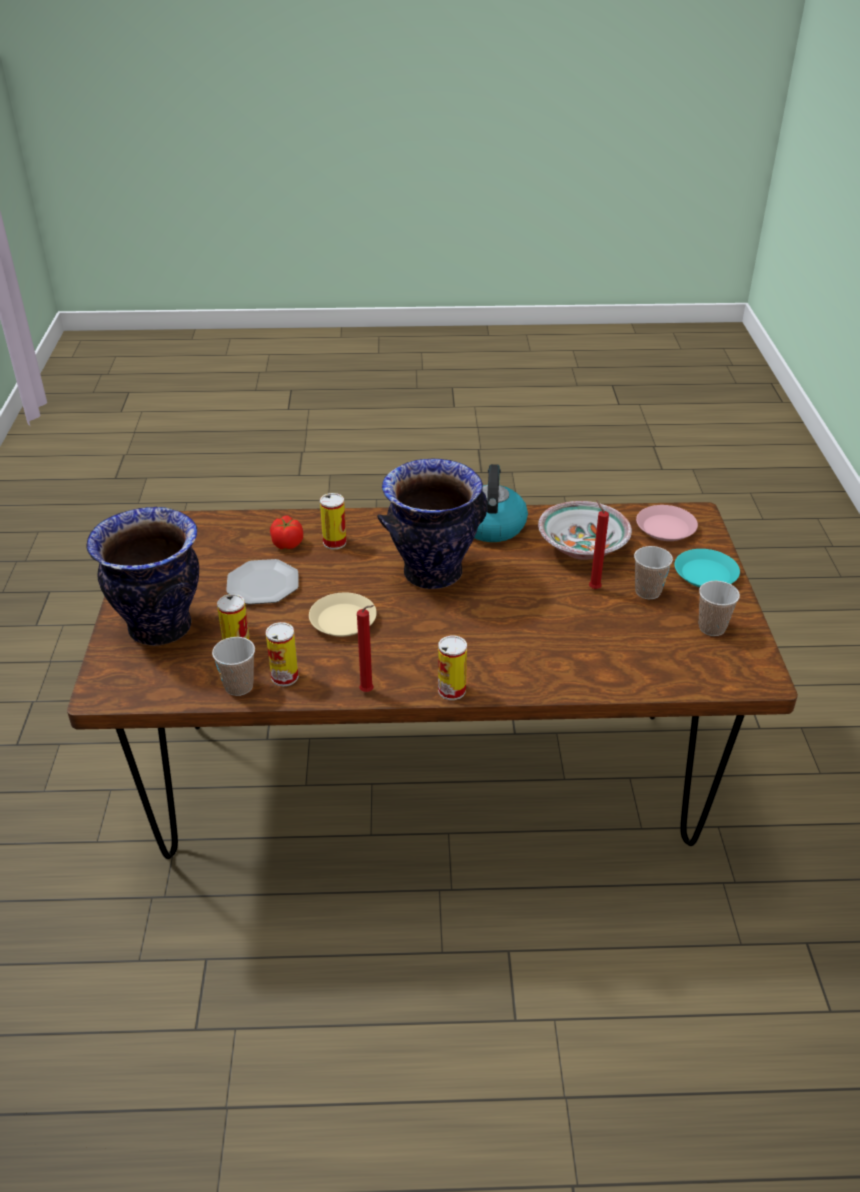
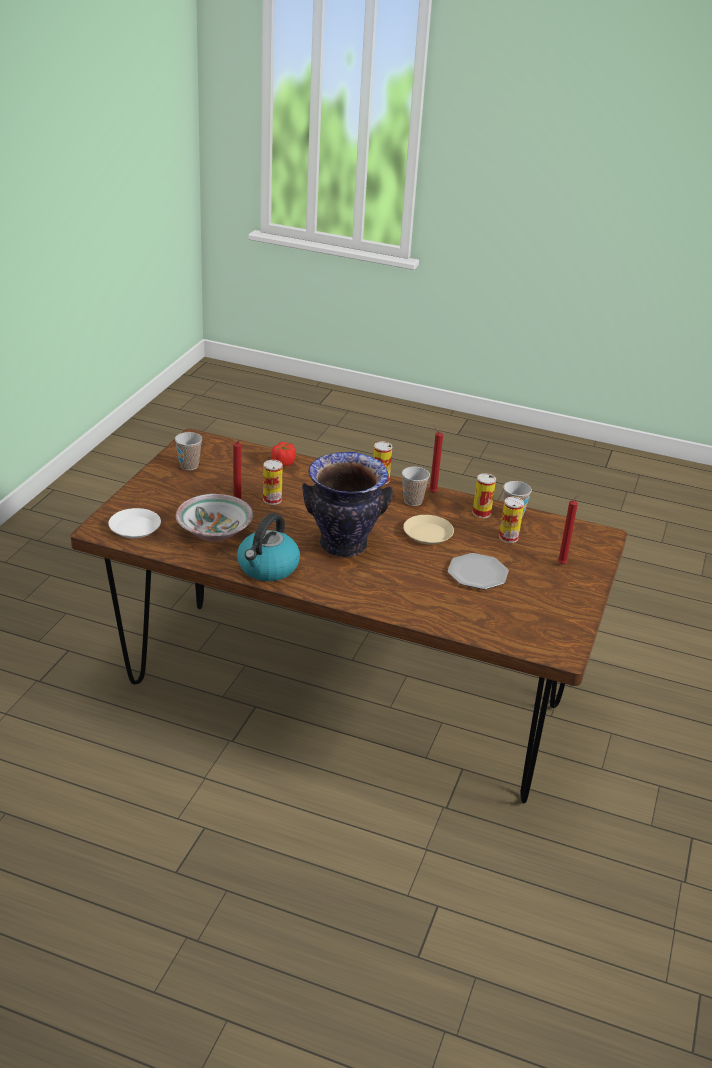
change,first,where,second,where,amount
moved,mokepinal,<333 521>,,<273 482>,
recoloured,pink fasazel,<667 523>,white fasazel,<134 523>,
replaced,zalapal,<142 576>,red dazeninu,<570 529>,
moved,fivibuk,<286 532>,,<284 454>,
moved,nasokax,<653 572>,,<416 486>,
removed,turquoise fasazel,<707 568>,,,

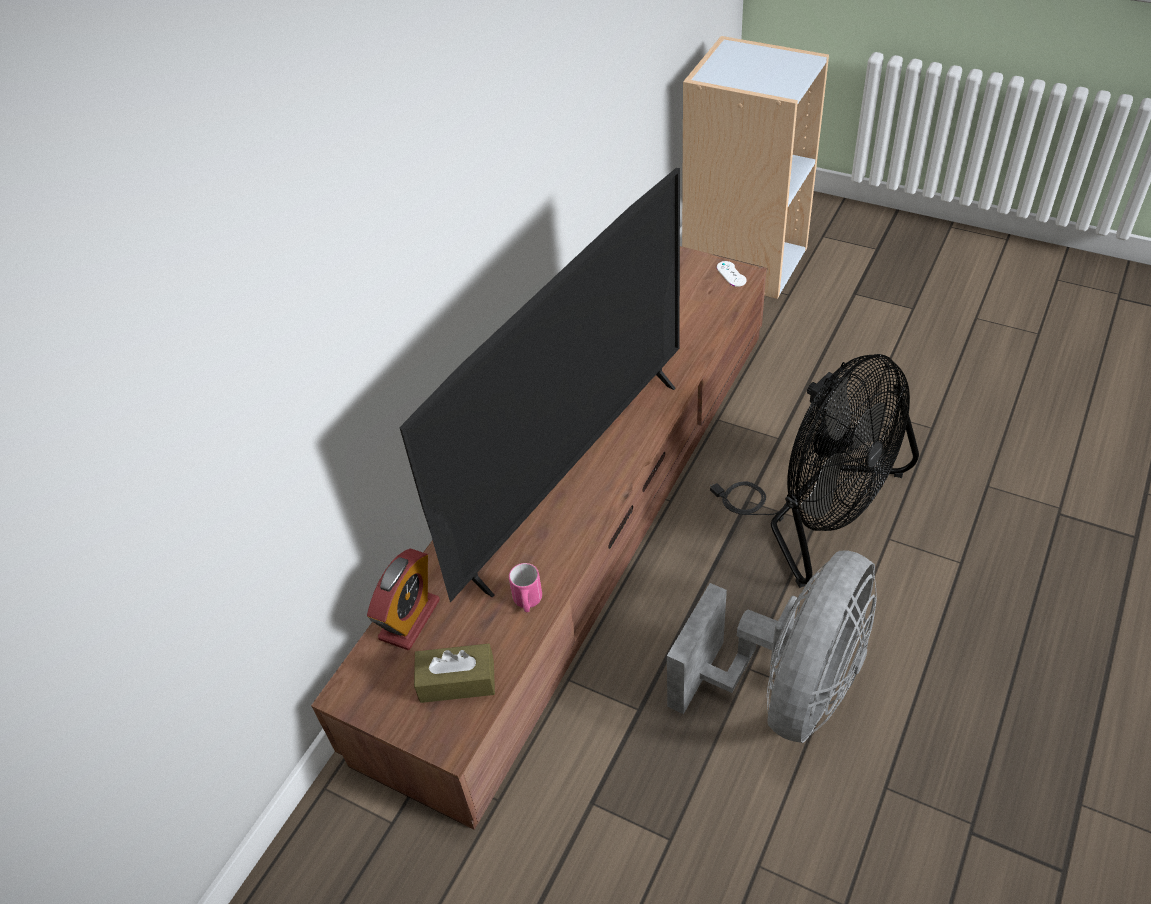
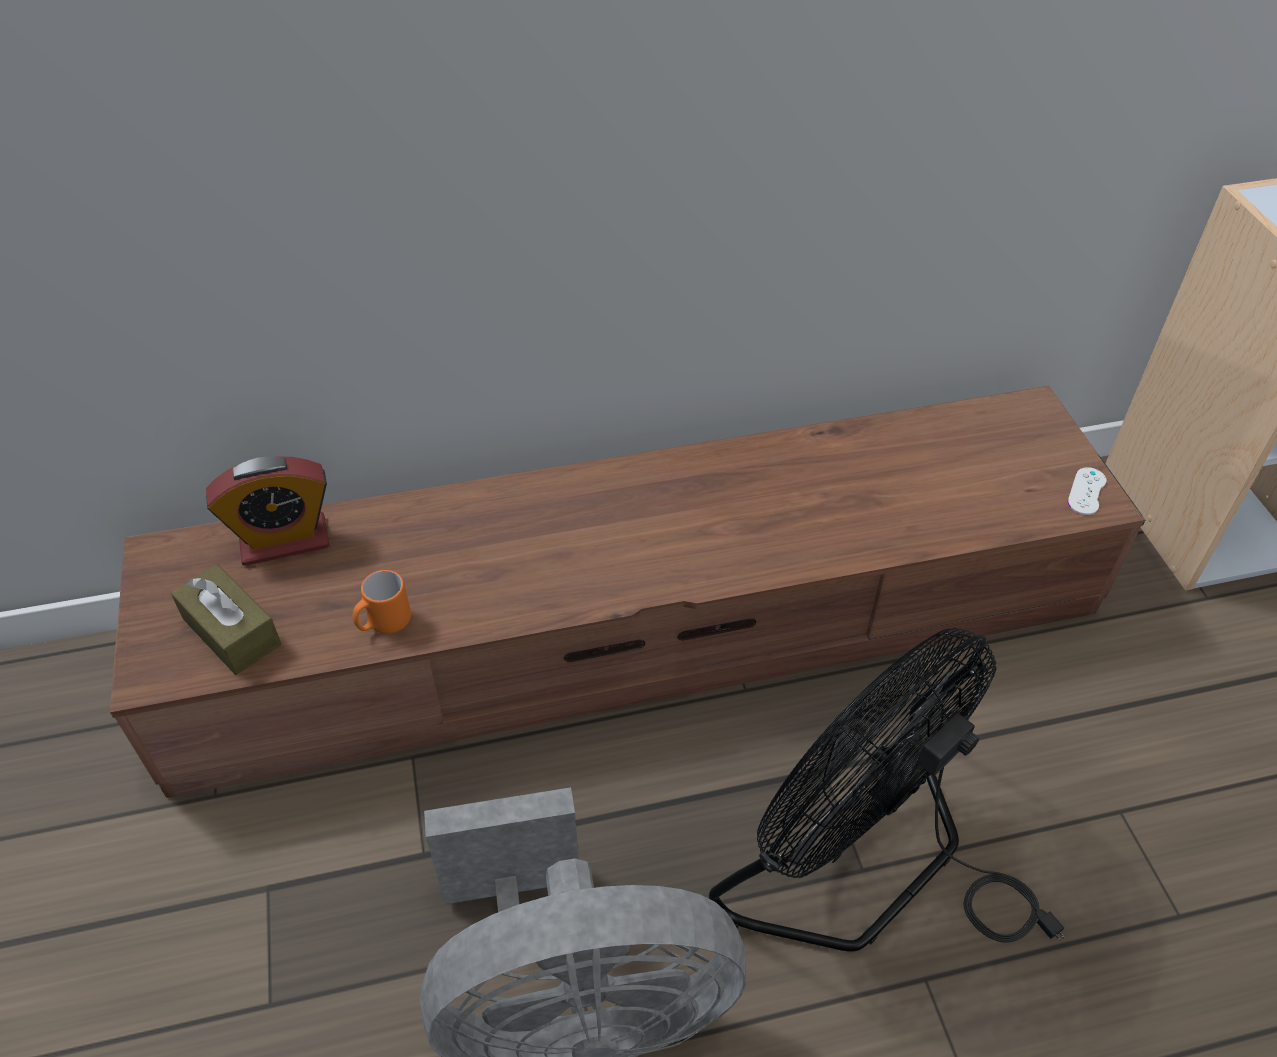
change,first,where,second,where,amount
removed,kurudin,<539 385>,,,
turned,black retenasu,<814 471>,,<887 790>,135 degrees clockwise
recoloured,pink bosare,<525 587>,orange bosare,<382 602>,

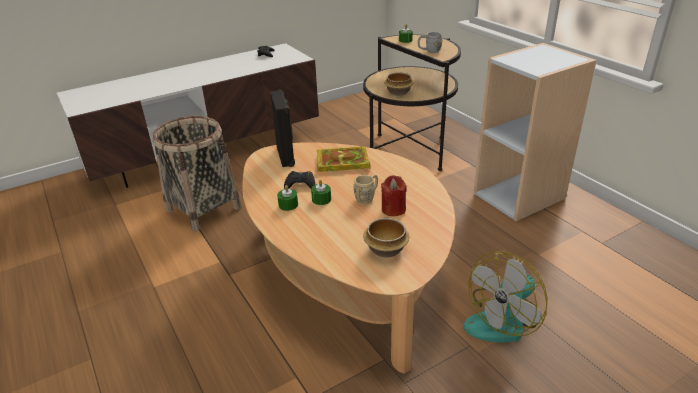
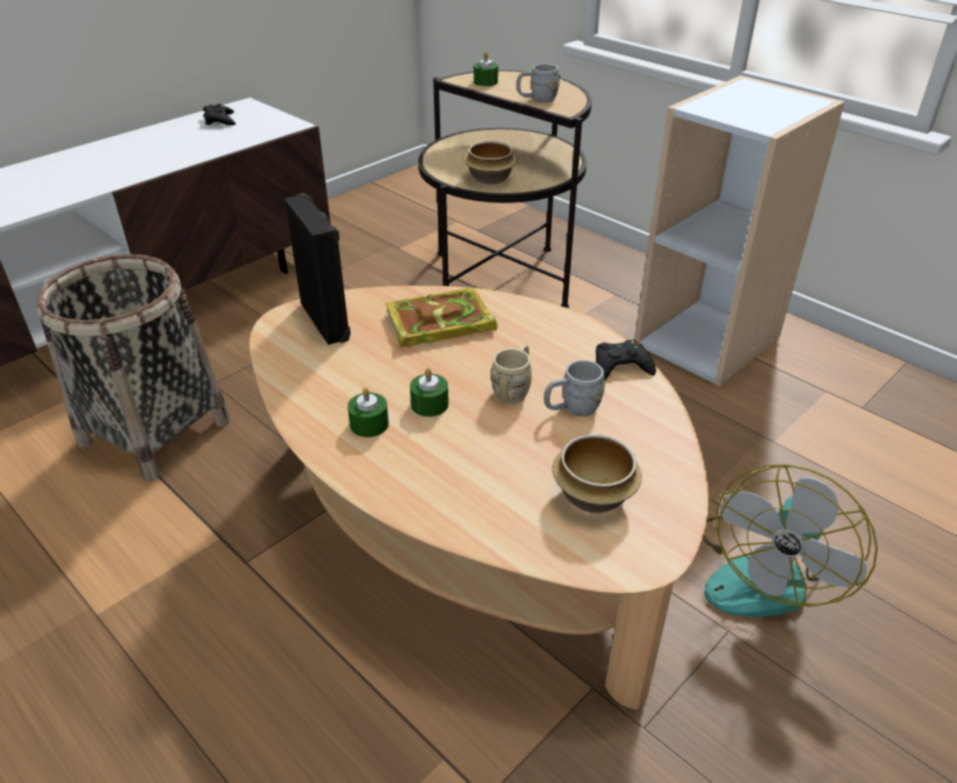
change,first,where,second,where,amount
moved,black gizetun,<299 180>,,<626 361>,
replaced,red dazeninu,<394 195>,grey bosare,<574 388>,

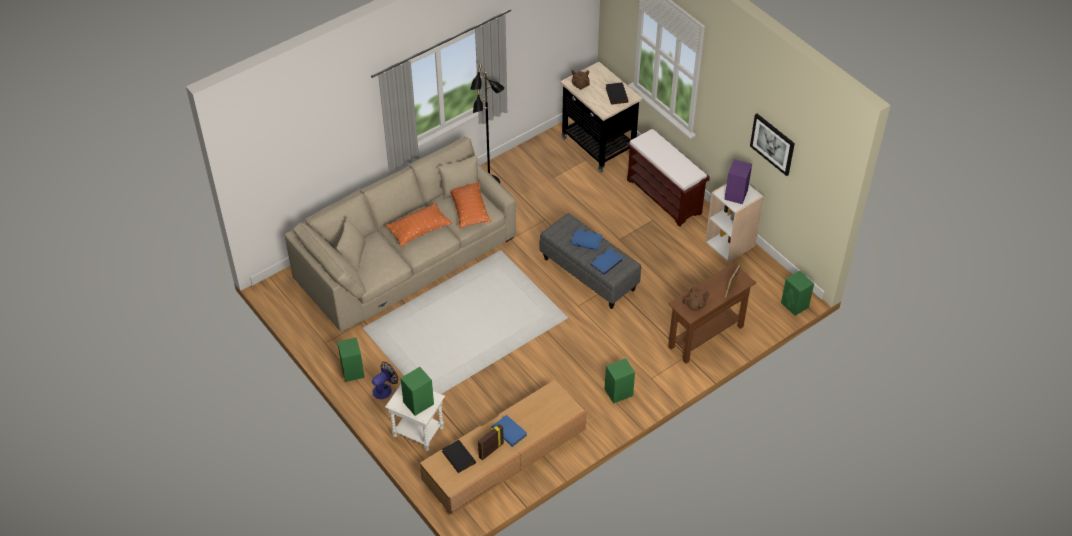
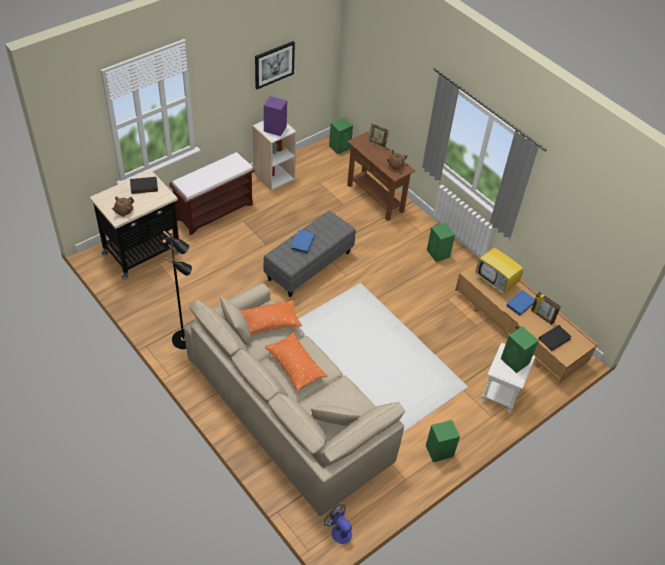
change,first,where,second,where,amount
removed,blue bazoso,<606 261>,,,
moved,retenasu,<385 380>,,<338 524>,
added,,,kurudin,<499 271>,

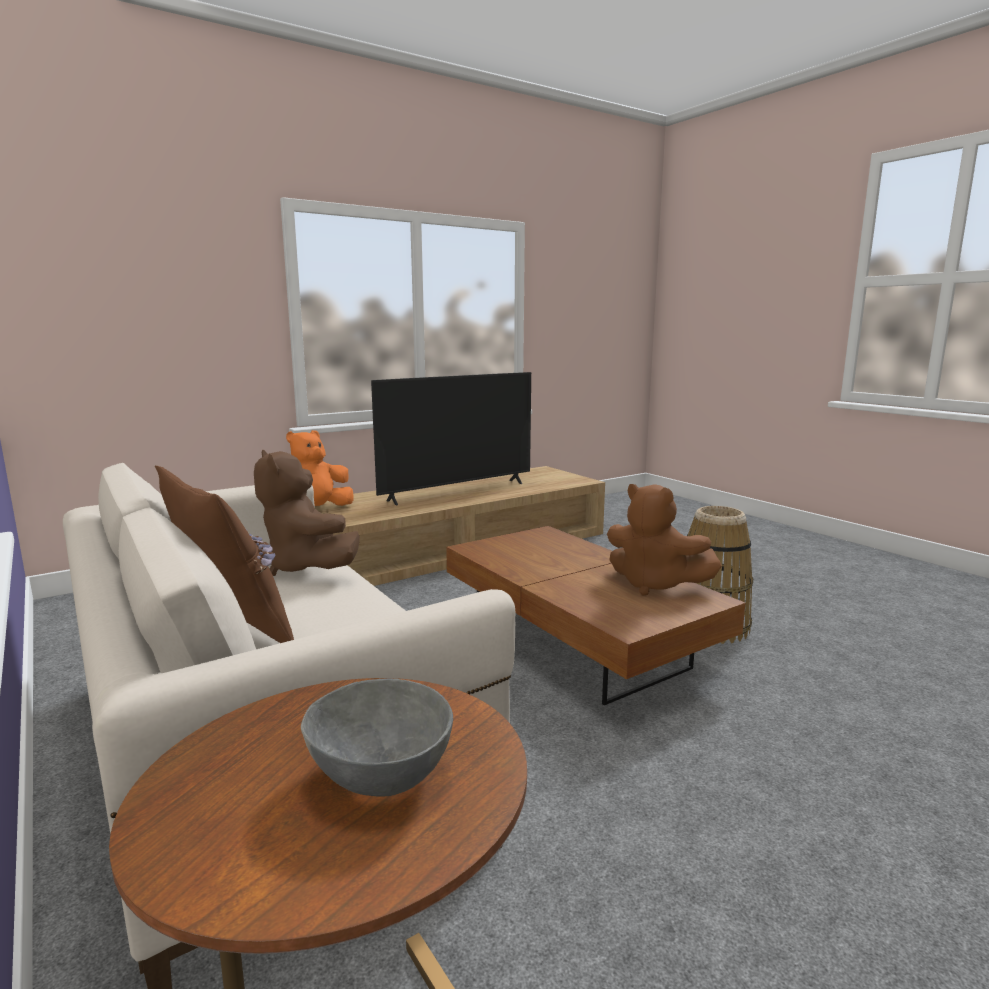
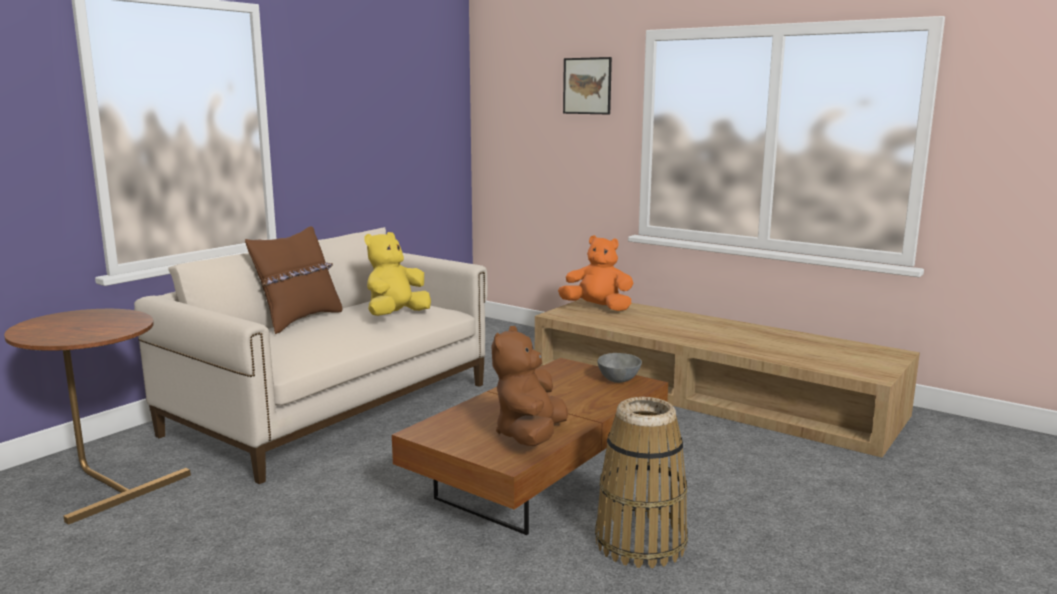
change,first,where,second,where,amount
removed,kurudin,<451 438>,,,
recoloured,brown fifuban,<307 513>,yellow fifuban,<398 274>,
moved,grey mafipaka,<377 738>,,<620 368>,
added,,,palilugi,<587 85>,

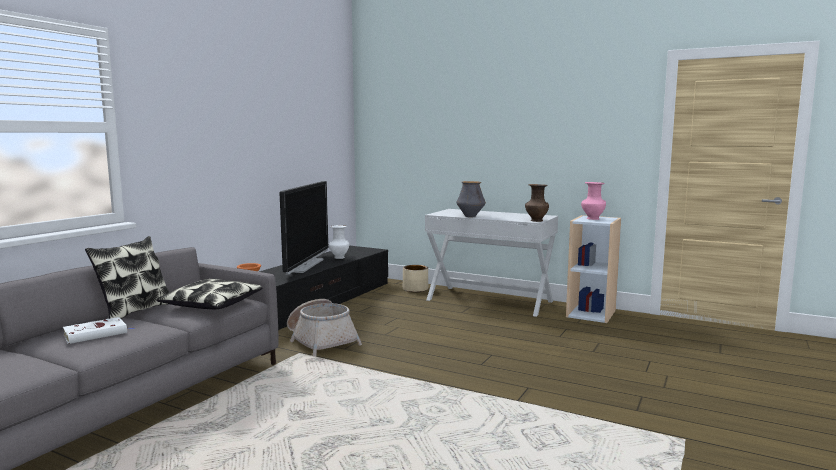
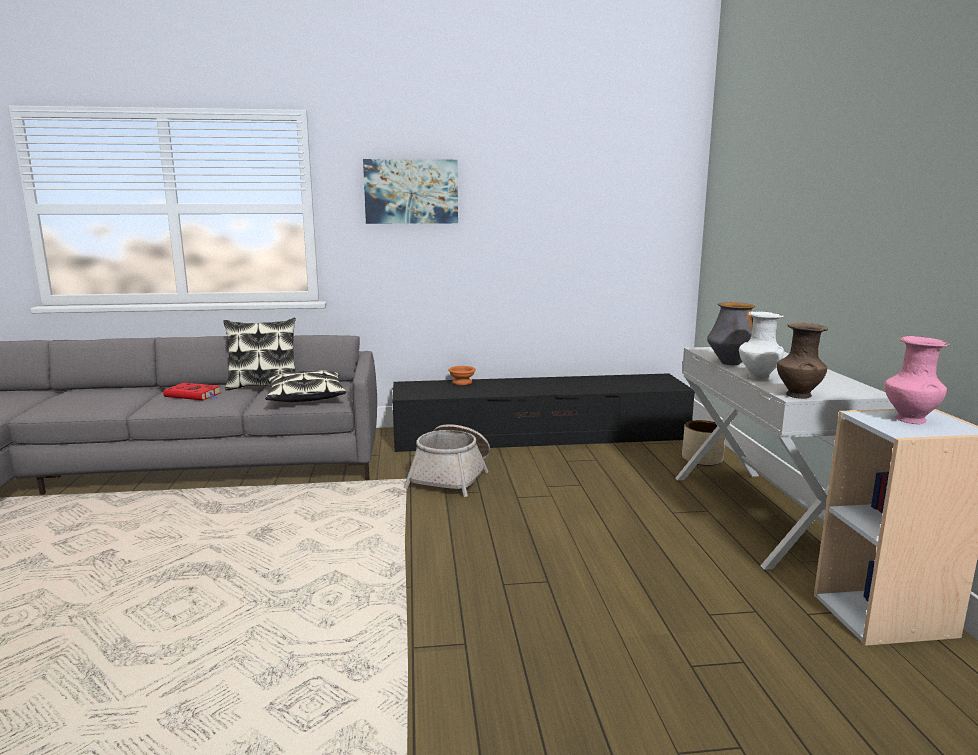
change,first,where,second,where,amount
removed,kurudin,<304 228>,,,
moved,white zalapal,<338 242>,,<761 345>,
recoloured,white bazoso,<99 330>,red bazoso,<192 391>,
added,,,palilugi,<410 191>,

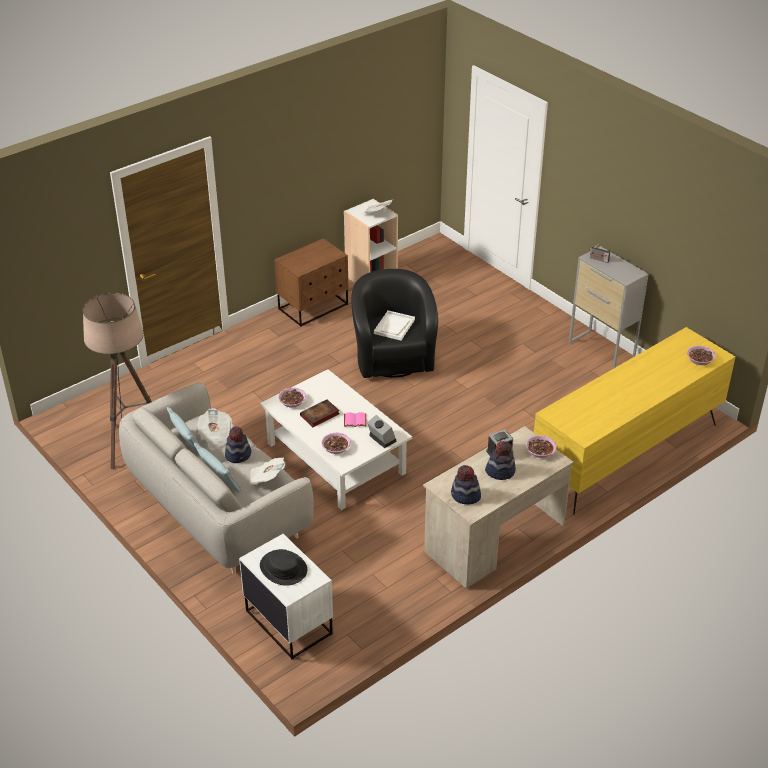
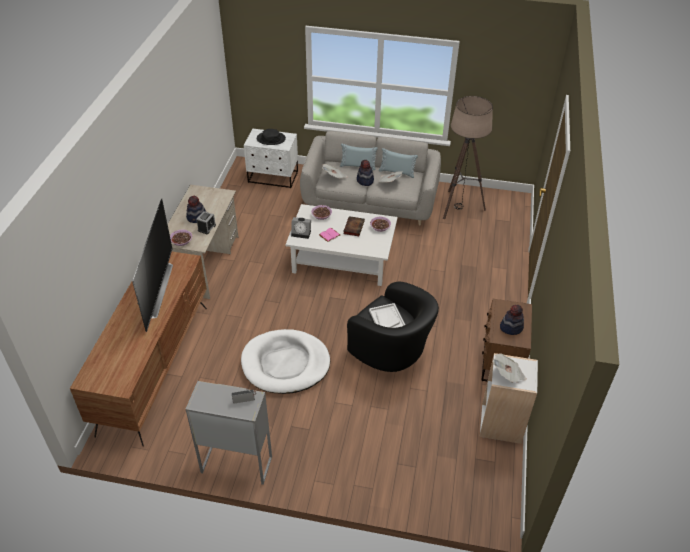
change,first,where,second,where,amount
recoloured,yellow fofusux,<635 421>,brown fofusux,<138 349>,
removed,mafipaka,<701 355>,,,
moved,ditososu,<466 485>,,<512 320>,
added,,,kurudin,<152 265>,
added,,,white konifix,<285 361>,

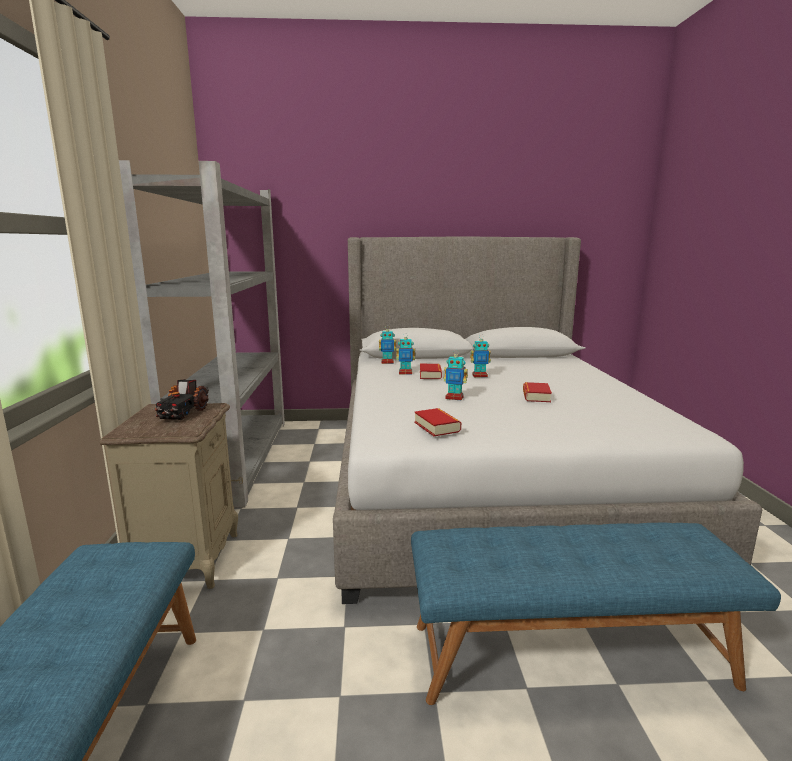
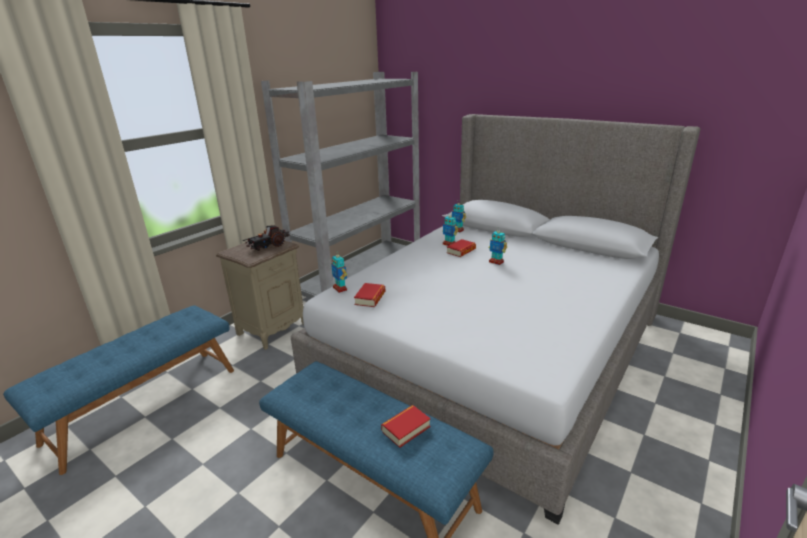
change,first,where,second,where,amount
moved,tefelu,<455 374>,,<339 272>,
moved,bazoso,<537 392>,,<406 426>,

